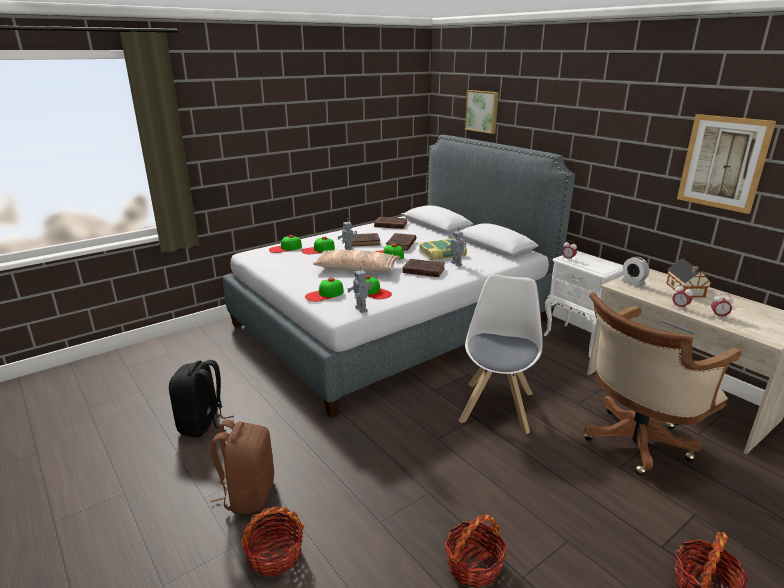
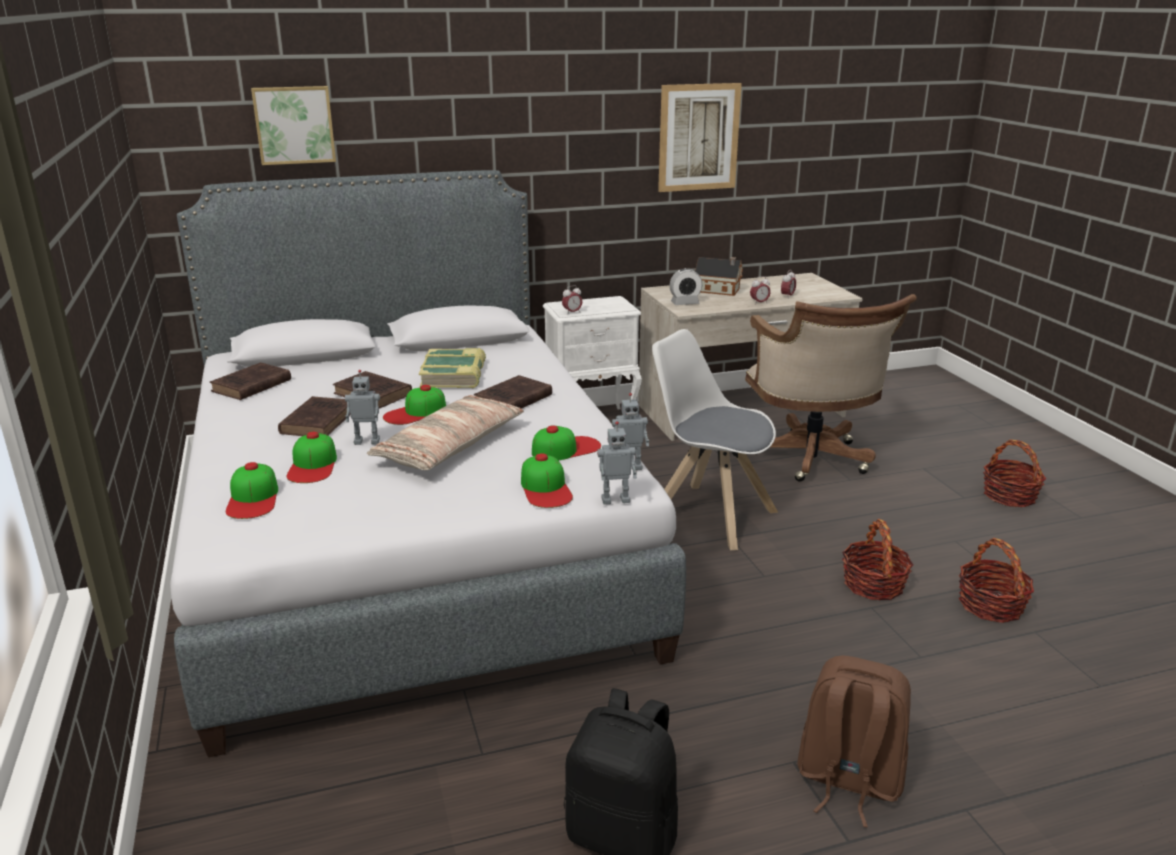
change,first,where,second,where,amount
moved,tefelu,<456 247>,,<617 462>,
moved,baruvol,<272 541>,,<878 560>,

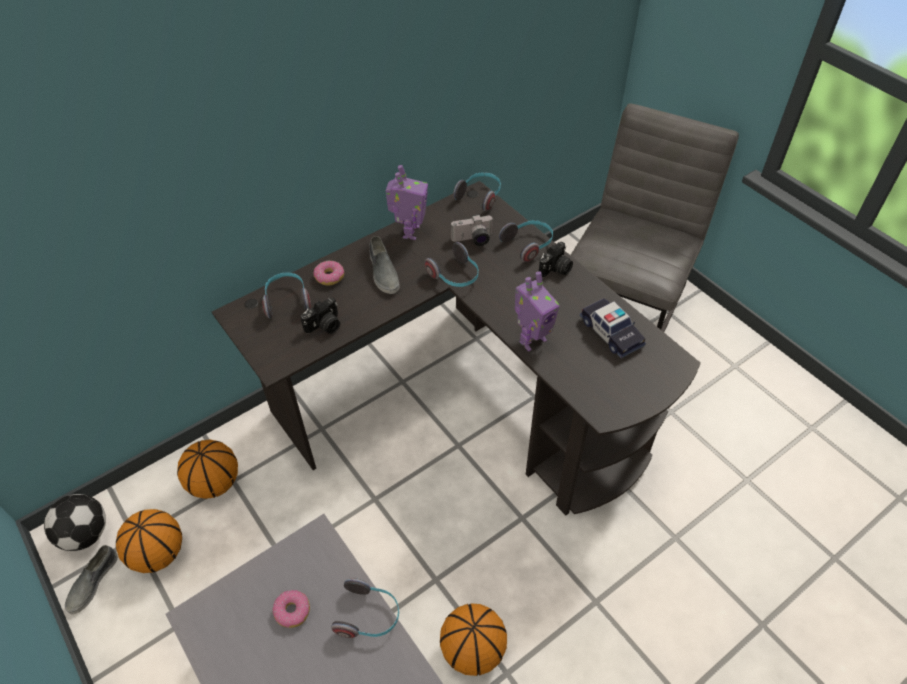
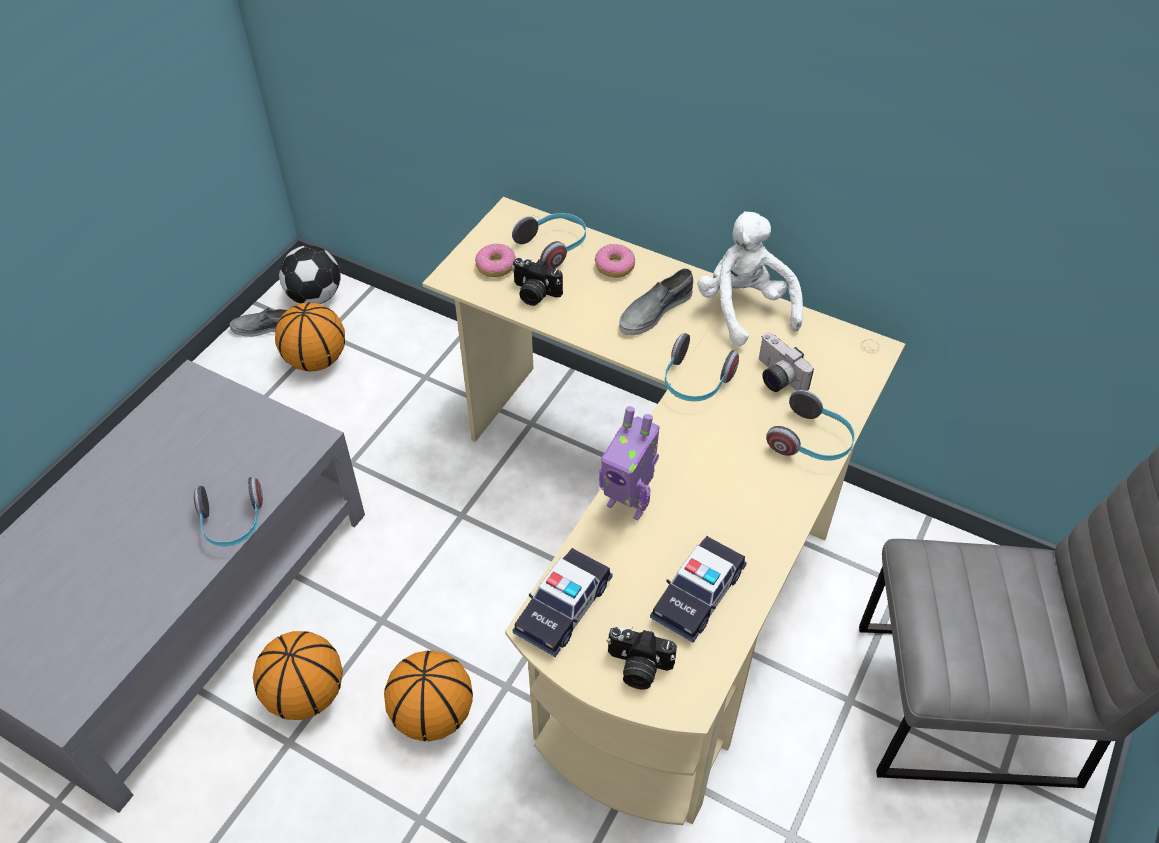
change,first,where,second,where,amount
replaced,tefelu,<407 202>,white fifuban,<750 278>,
removed,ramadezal,<477 191>,,,
recoloured,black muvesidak,<456 348>,beige muvesidak,<663 511>,
moved,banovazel,<556 259>,,<642 658>,
moved,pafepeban,<207 469>,,<428 695>,
moved,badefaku,<291 609>,,<495 260>,
added,,,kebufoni,<562 602>,

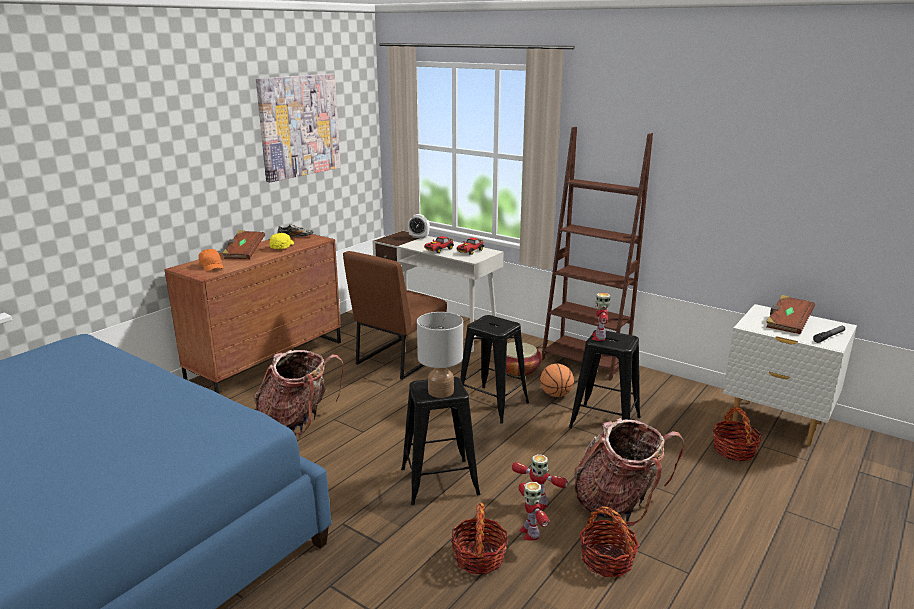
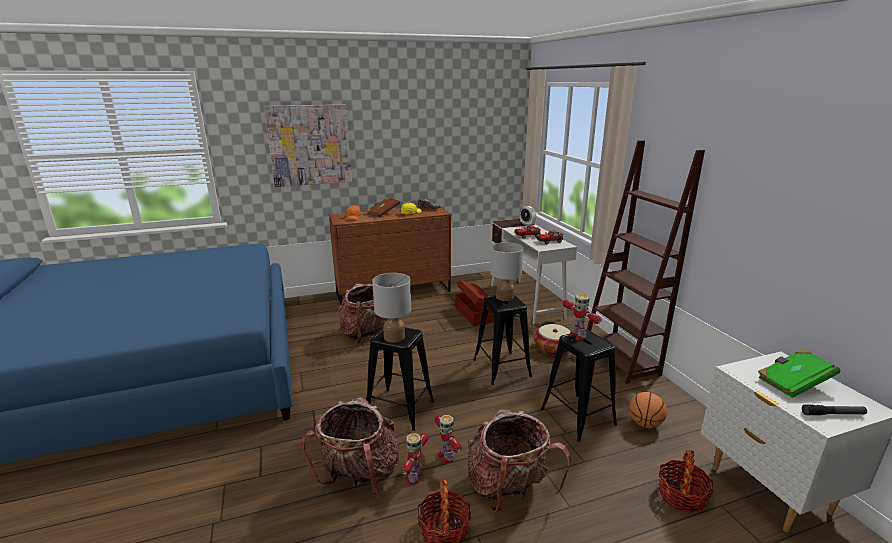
change,first,where,second,where,amount
moved,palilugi,<298 127>,,<308 145>,
replaced,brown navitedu,<395 315>,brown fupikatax,<474 303>,
turned,tefelu,<601 317>,,<582 317>,75 degrees counterclockwise
recoloured,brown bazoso,<790 314>,green bazoso,<799 373>,
moved,pafepeban,<557 380>,,<648 410>,
replaced,baruvol,<479 538>,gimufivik,<350 447>,
added,,,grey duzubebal,<506 271>,

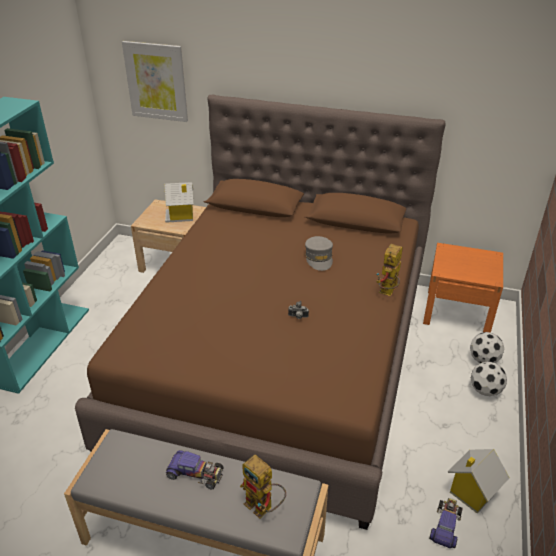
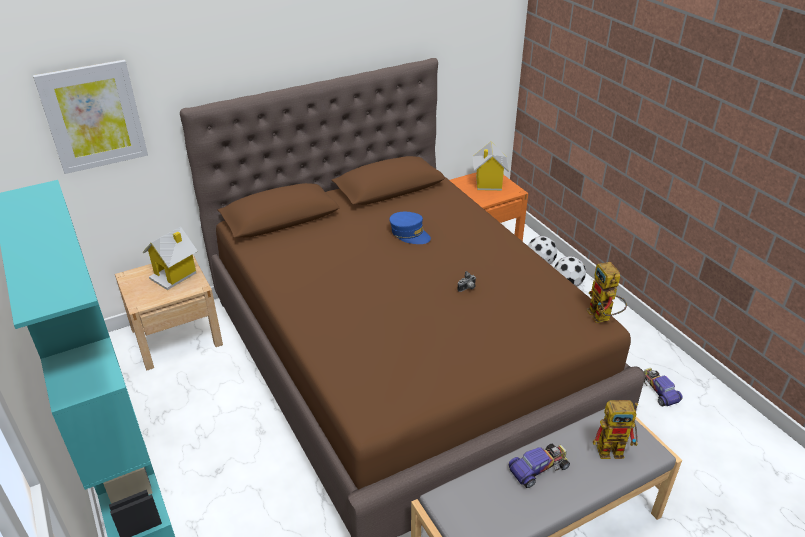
change,first,where,second,where,amount
recoloured,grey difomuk,<319 253>,blue difomuk,<410 228>,
moved,tefelu,<389 270>,,<606 292>,
moved,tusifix,<479 481>,,<491 166>,

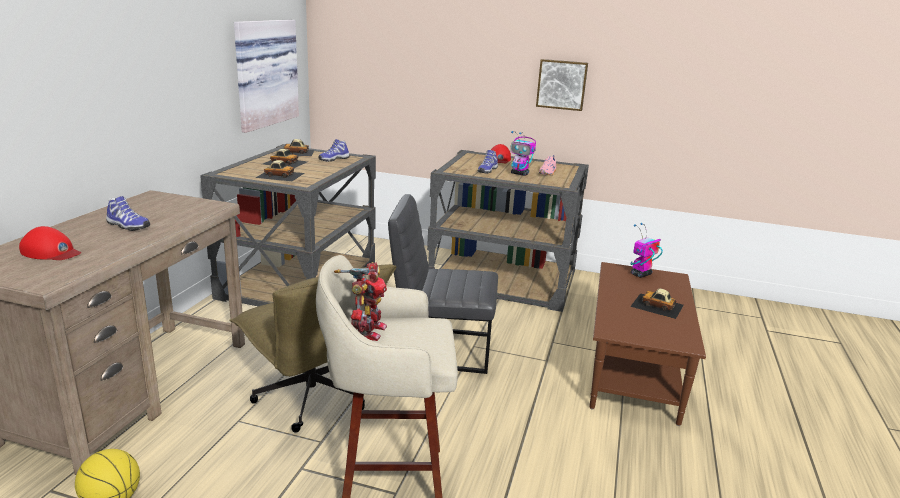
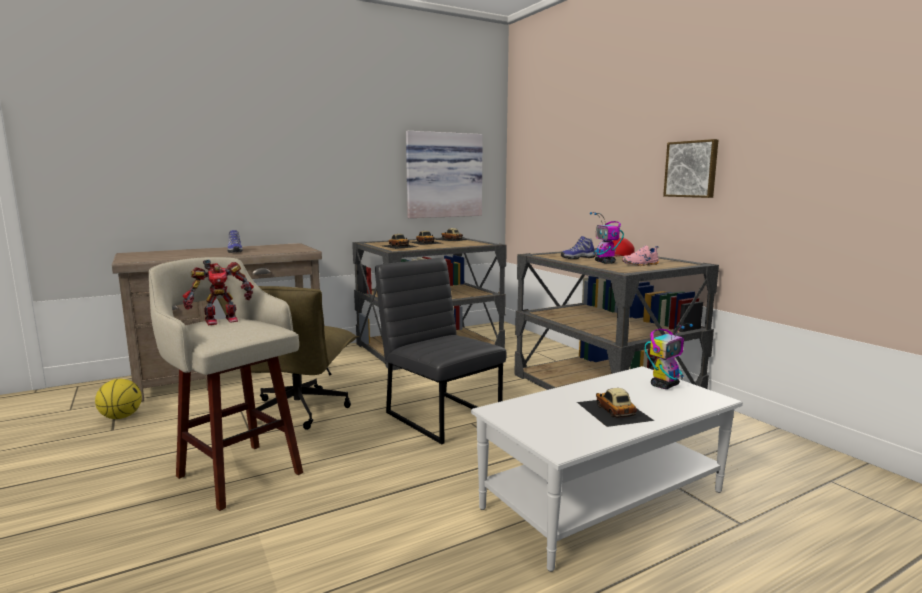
change,first,where,second,where,amount
removed,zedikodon,<334 150>,,,
turned,tefelu,<646 250>,,<669 356>,135 degrees clockwise
removed,red difomuk,<50 243>,,,
recoloured,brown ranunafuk,<647 344>,white ranunafuk,<607 469>,

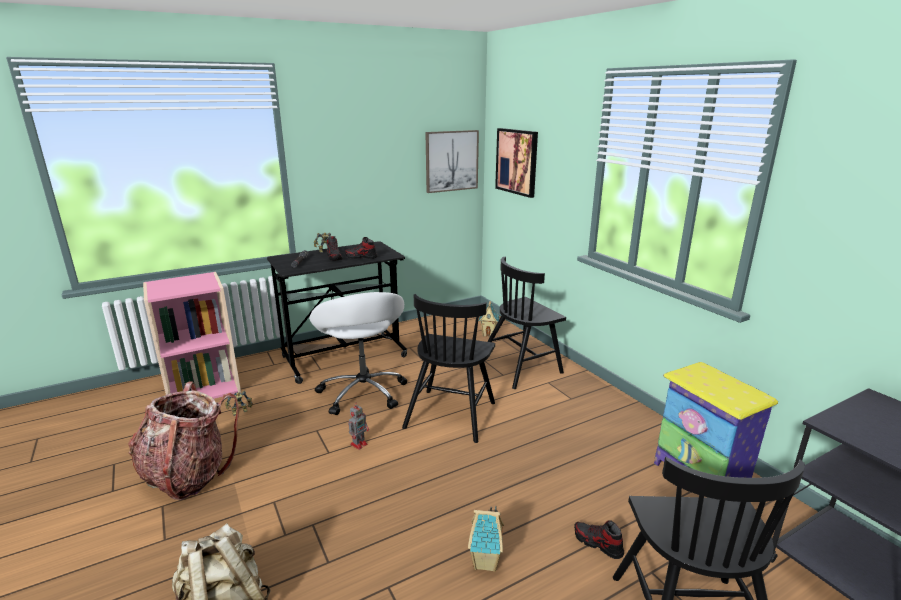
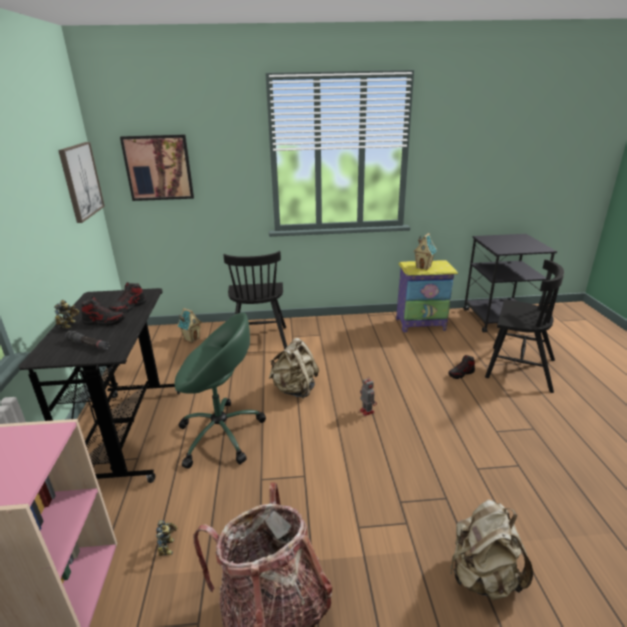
change,first,where,second,where,amount
recoloured,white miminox,<358 353>,green miminox,<220 390>,
replaced,black navitedu,<448 368>,beige gimufivik,<293 368>,
moved,tefelu,<358 427>,,<368 397>,
moved,tusifix,<486 539>,,<425 251>,

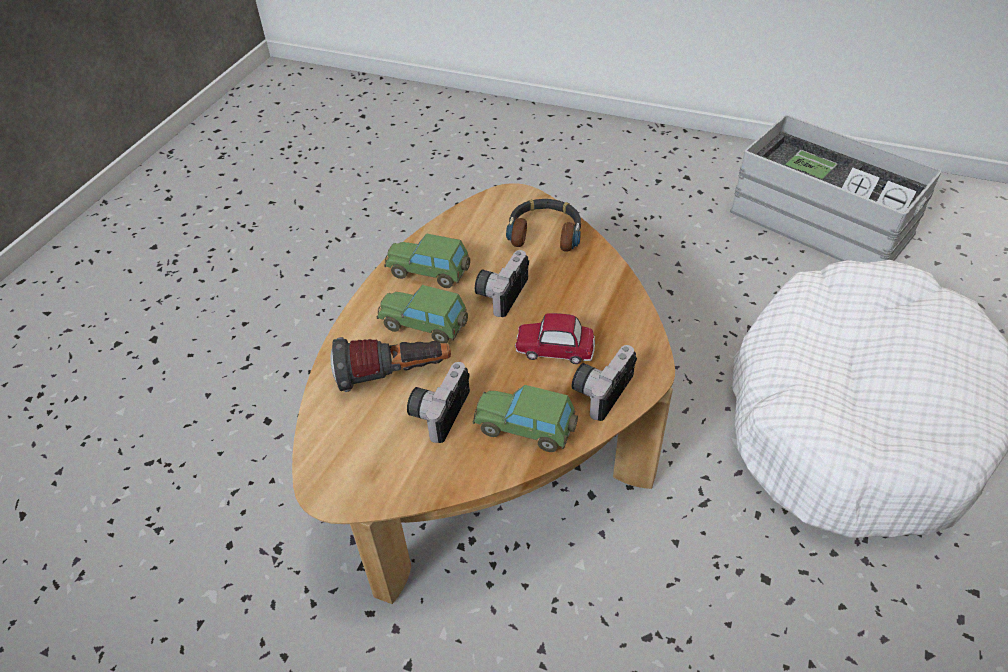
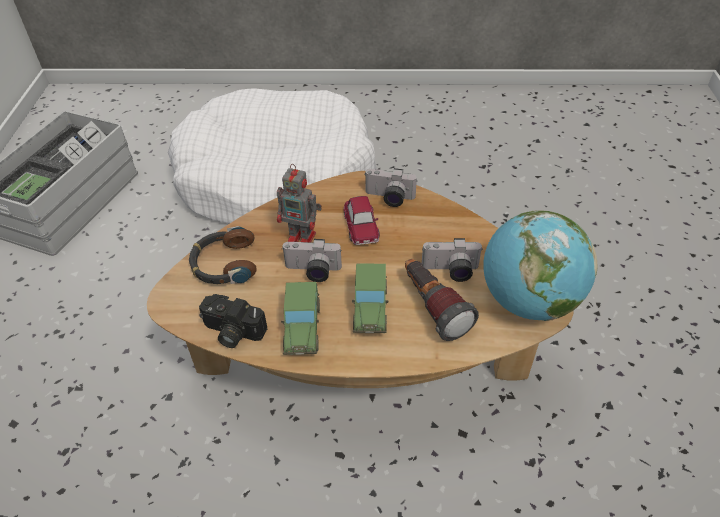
change,first,where,second,where,amount
removed,kebufoni,<525 418>,,,
added,,,tefelu,<299 203>,
added,,,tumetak,<540 265>,
added,,,banovazel,<233 321>,

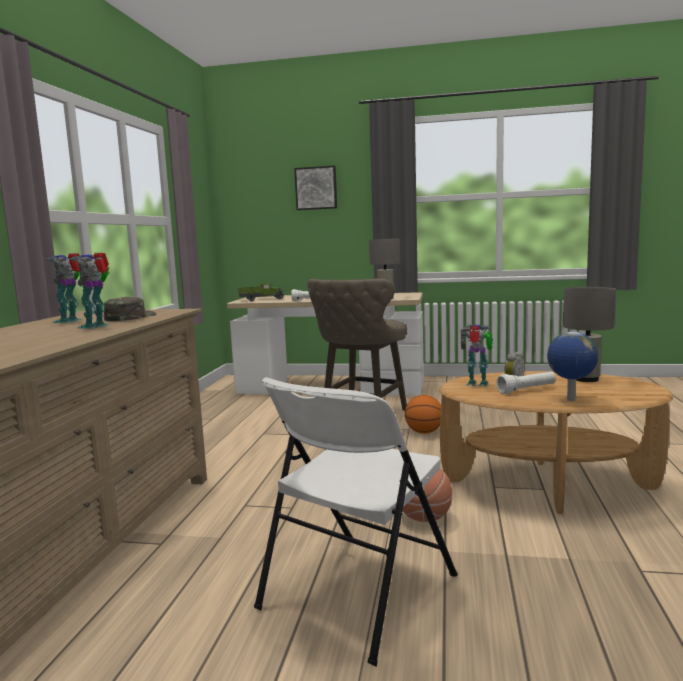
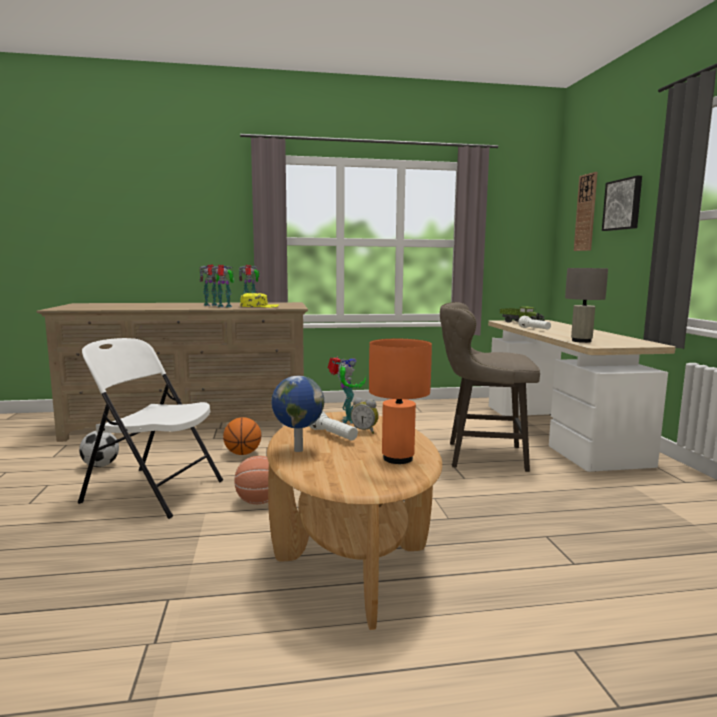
change,first,where,second,where,amount
recoloured,grey duzubebal,<589 334>,orange duzubebal,<400 401>,
recoloured,green difomuk,<130 309>,yellow difomuk,<259 300>,
moved,pafepeban,<423 414>,,<242 436>,
added,,,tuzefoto,<585 211>,
added,,,tefelu,<209 285>,
added,,,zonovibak,<99 449>,

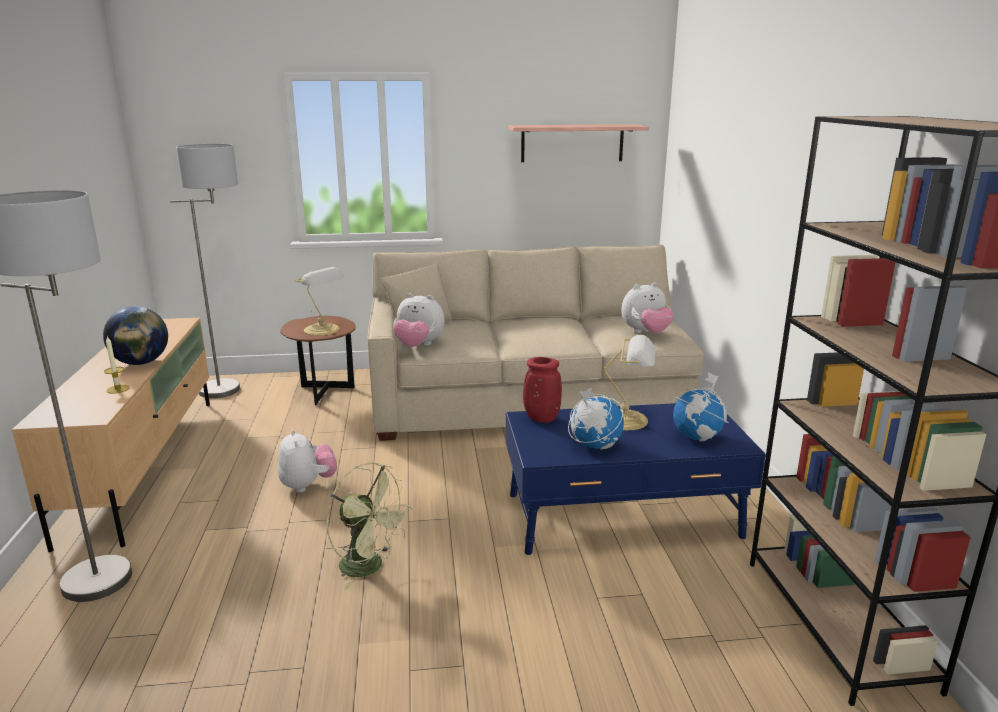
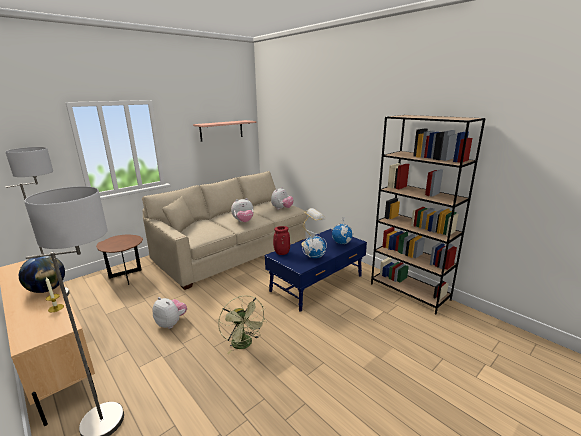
change,first,where,second,where,amount
removed,duzubebal,<320 301>,,,
moved,fifuban,<419 320>,,<242 210>,
turned,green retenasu,<369 526>,,<242 324>,60 degrees clockwise

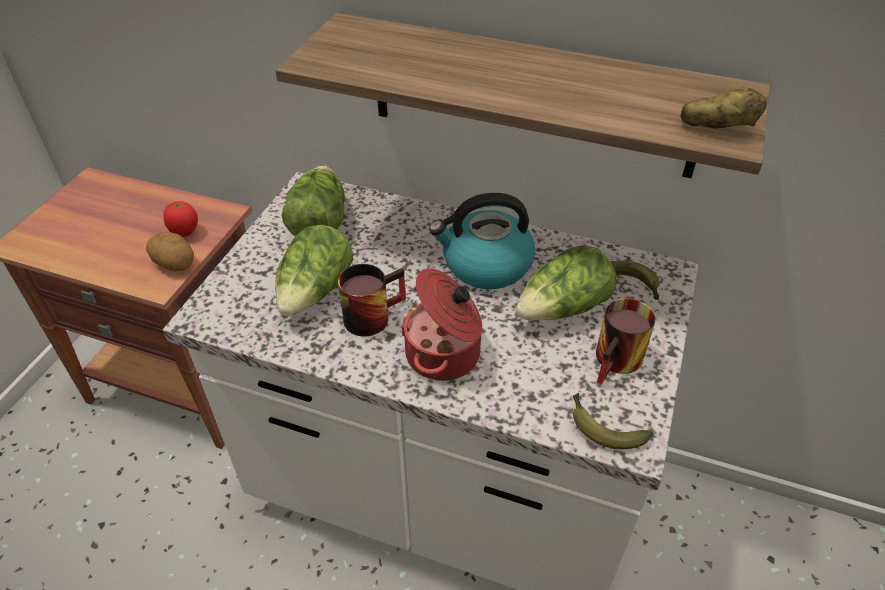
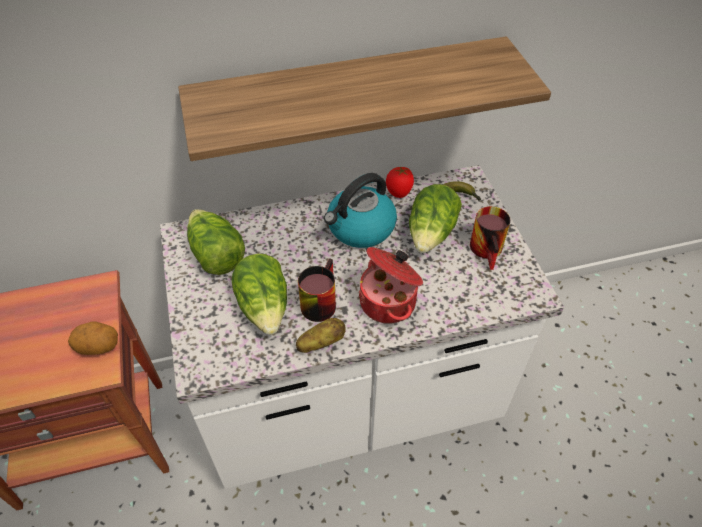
change,first,where,second,where,amount
moved,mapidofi,<723 107>,,<321 335>,
moved,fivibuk,<181 219>,,<400 182>,
removed,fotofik,<613 421>,,,

